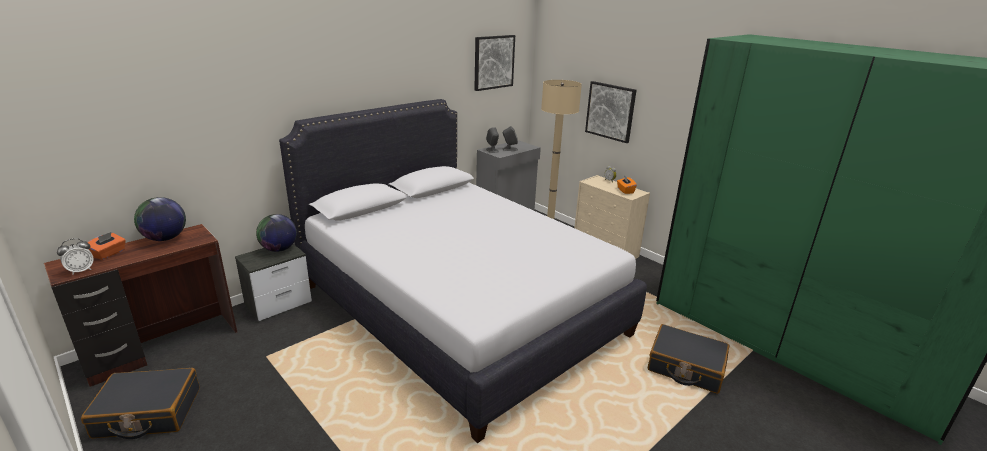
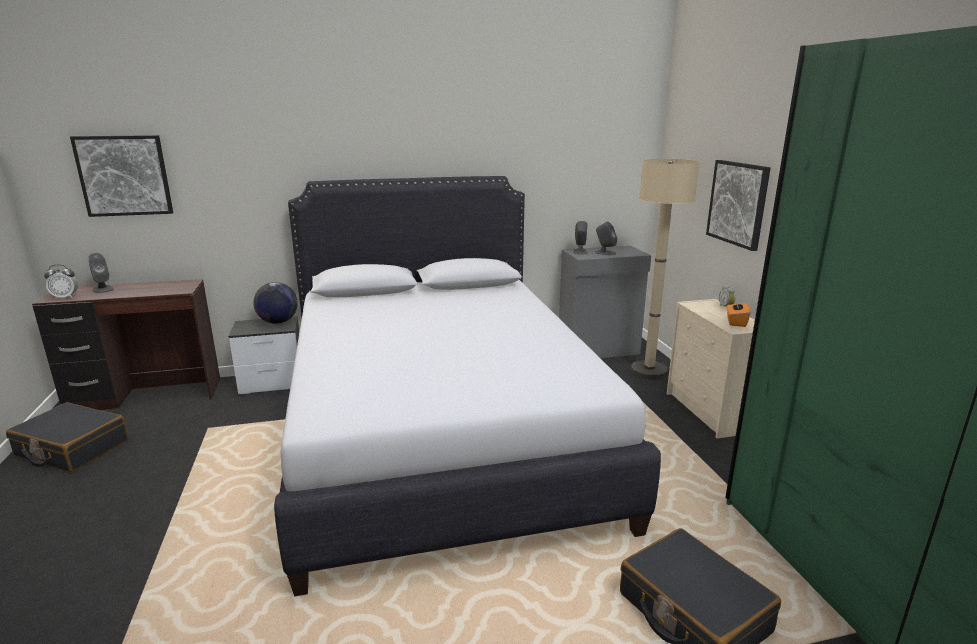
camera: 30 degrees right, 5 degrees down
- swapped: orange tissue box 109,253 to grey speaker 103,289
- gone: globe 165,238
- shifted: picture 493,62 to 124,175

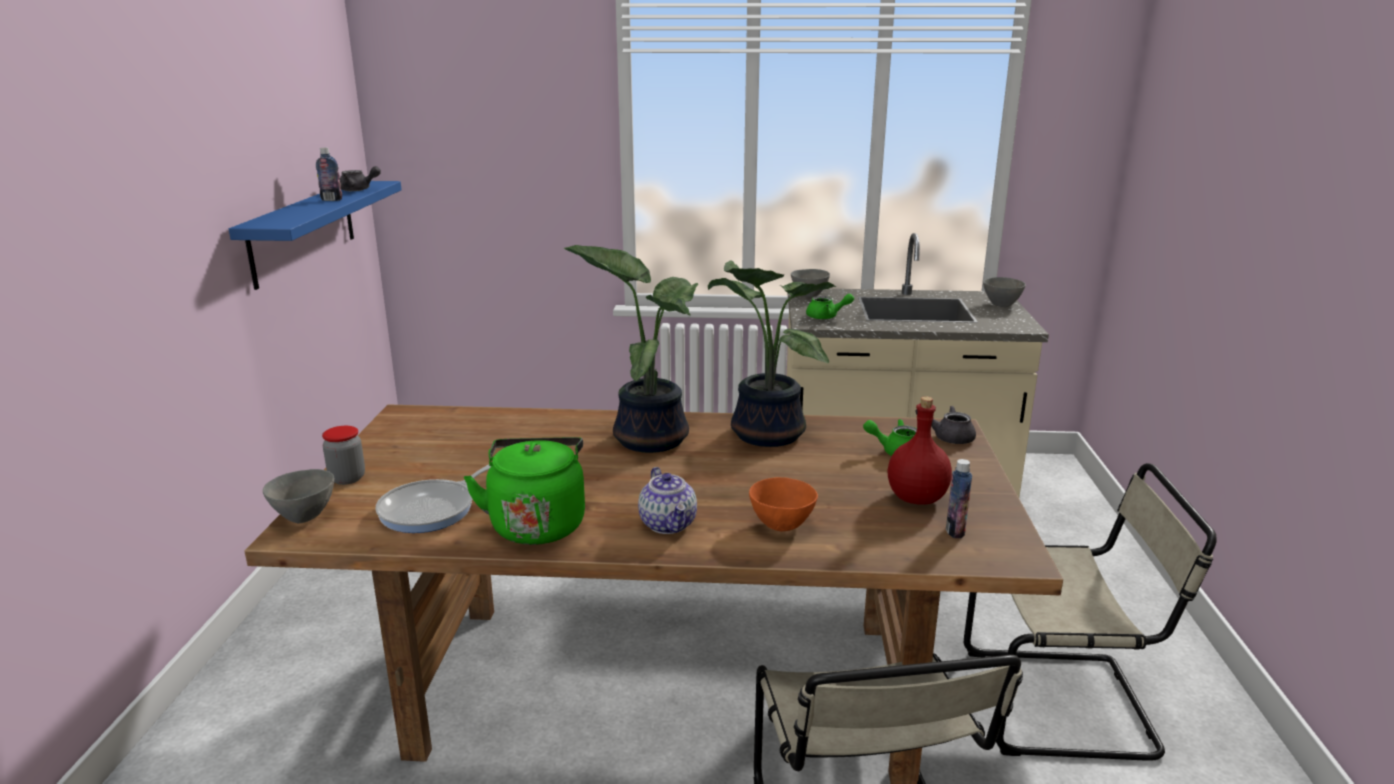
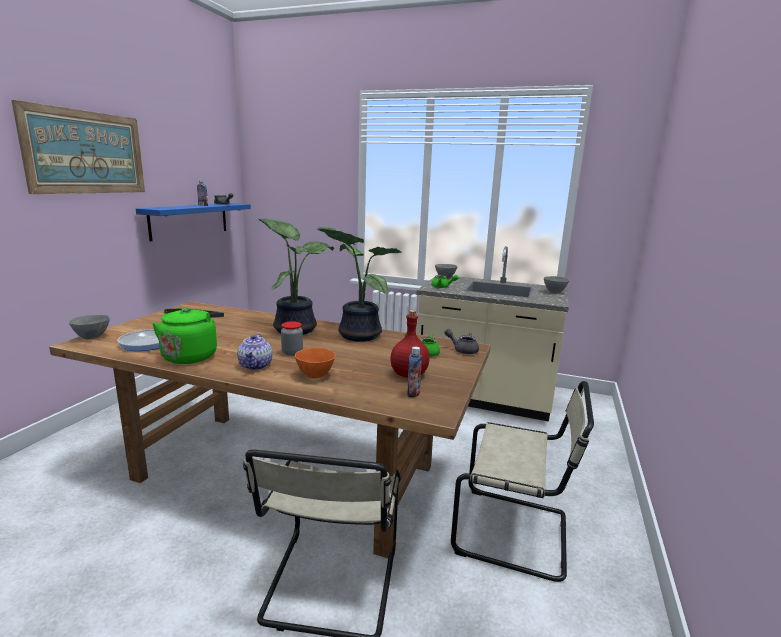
camera: 15 degrees right, 5 degrees down
- shifted: jar 347,478 to 292,352
- new: picture 86,152

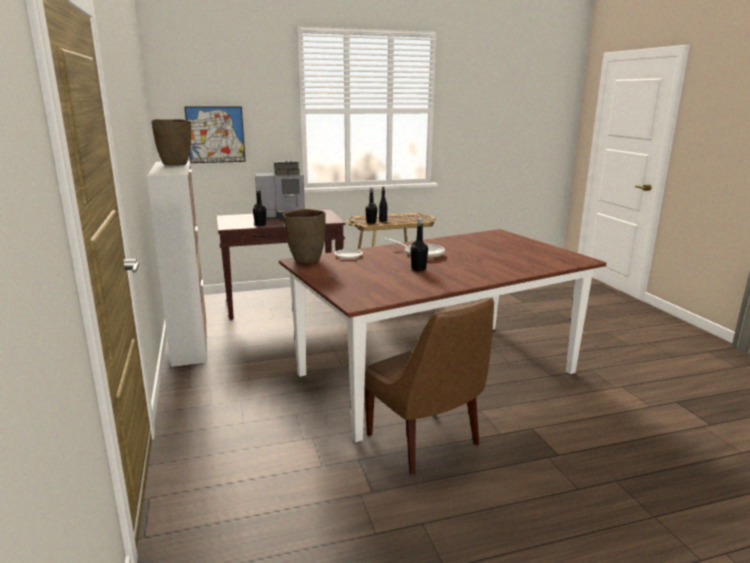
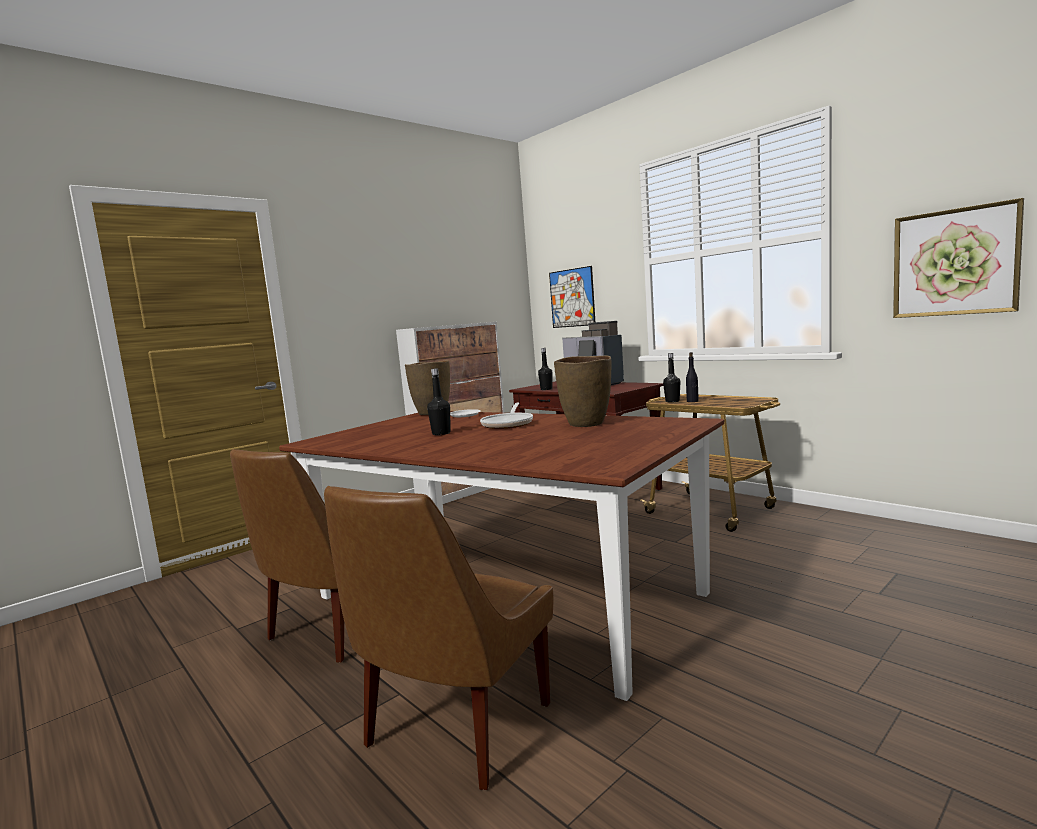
camera: 65 degrees right, 10 degrees down
- shifted: brown vase 176,164 to 586,424
- new: brown chair 454,729
- new: picture 954,262

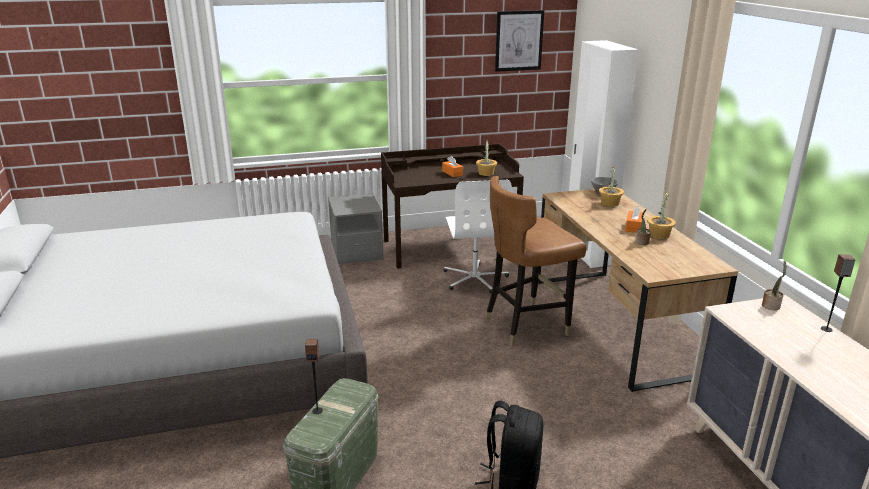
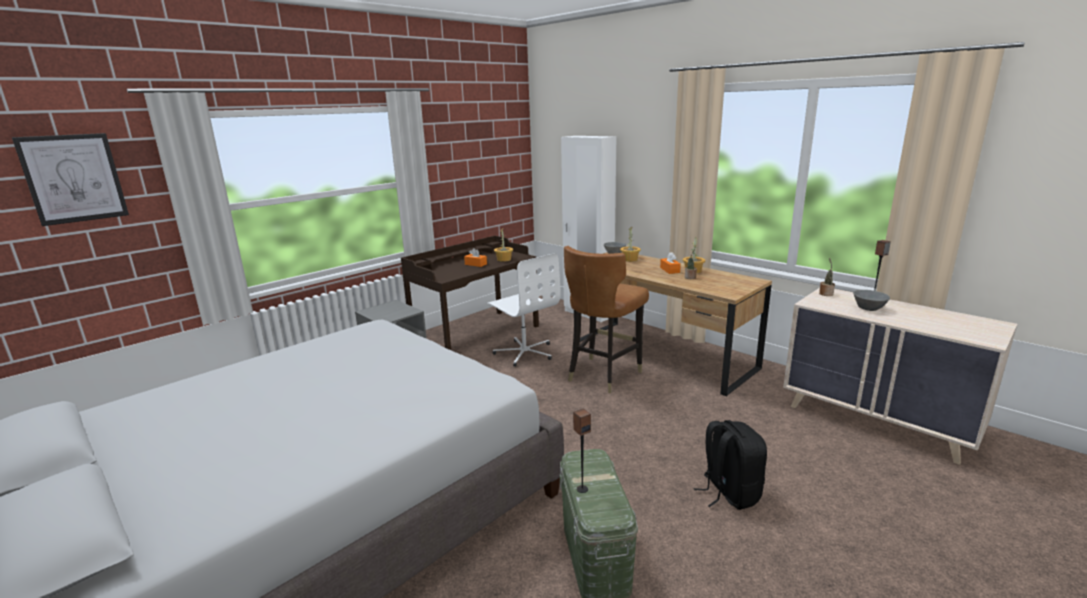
camera: 30 degrees left, 5 degrees down
- shifted: picture 519,40 to 74,178
- new: grey bowl 869,309

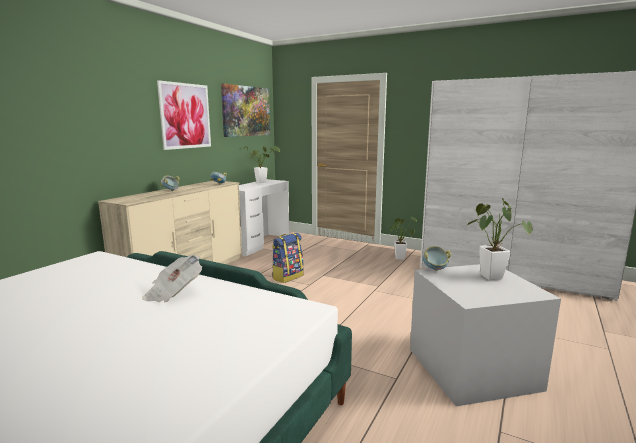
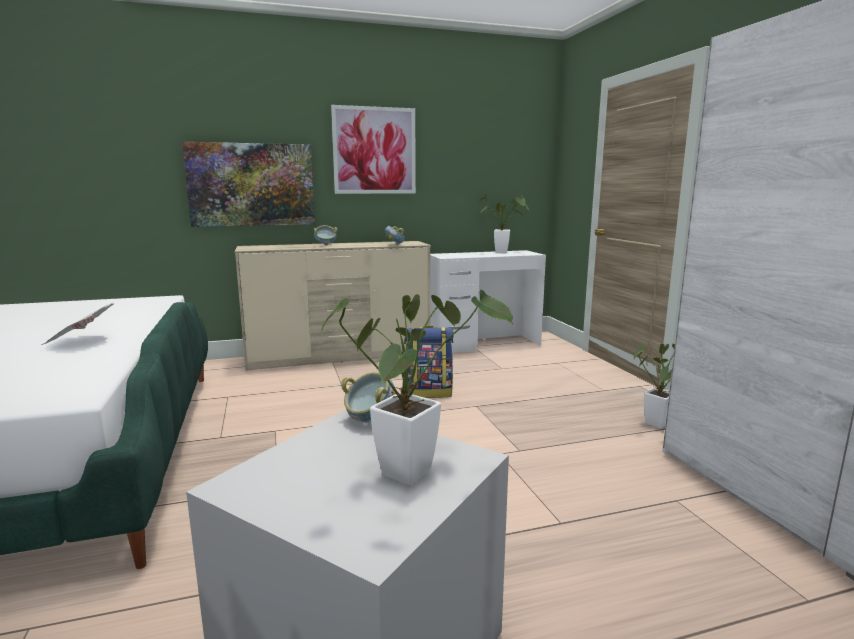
camera: 45 degrees right, 0 degrees up
- shifted: picture 246,111 to 251,185

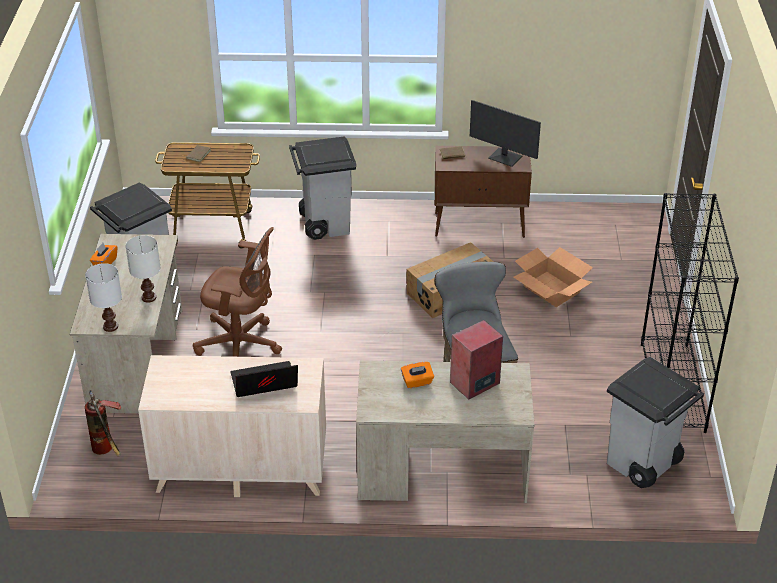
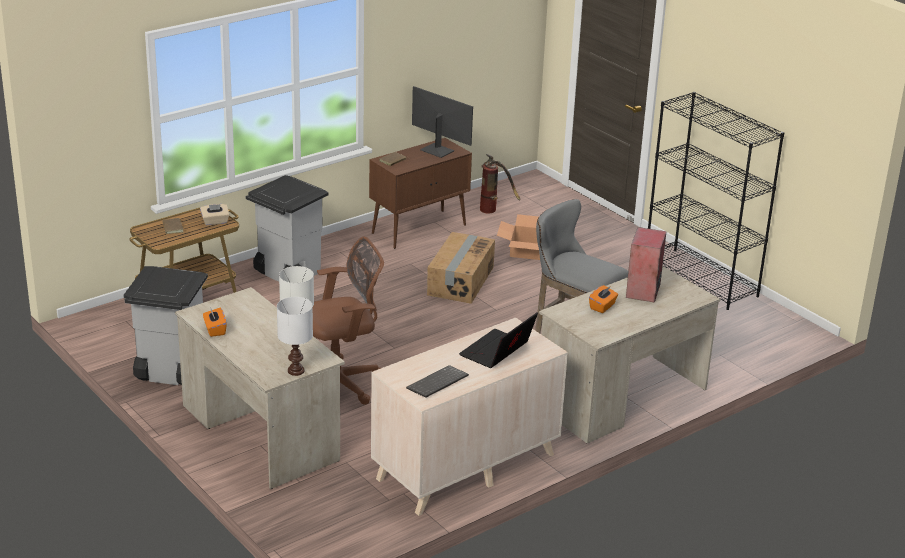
camera: 40 degrees left, 10 degrees down
- shifted: fire extinguisher 108,451 to 494,209
- rotated: monitor 505,158 = 437,150 135 degrees counterclockwise
- gone: grey trash can 643,464
- new: beige tissue box 215,222
- new: keyboard 437,384

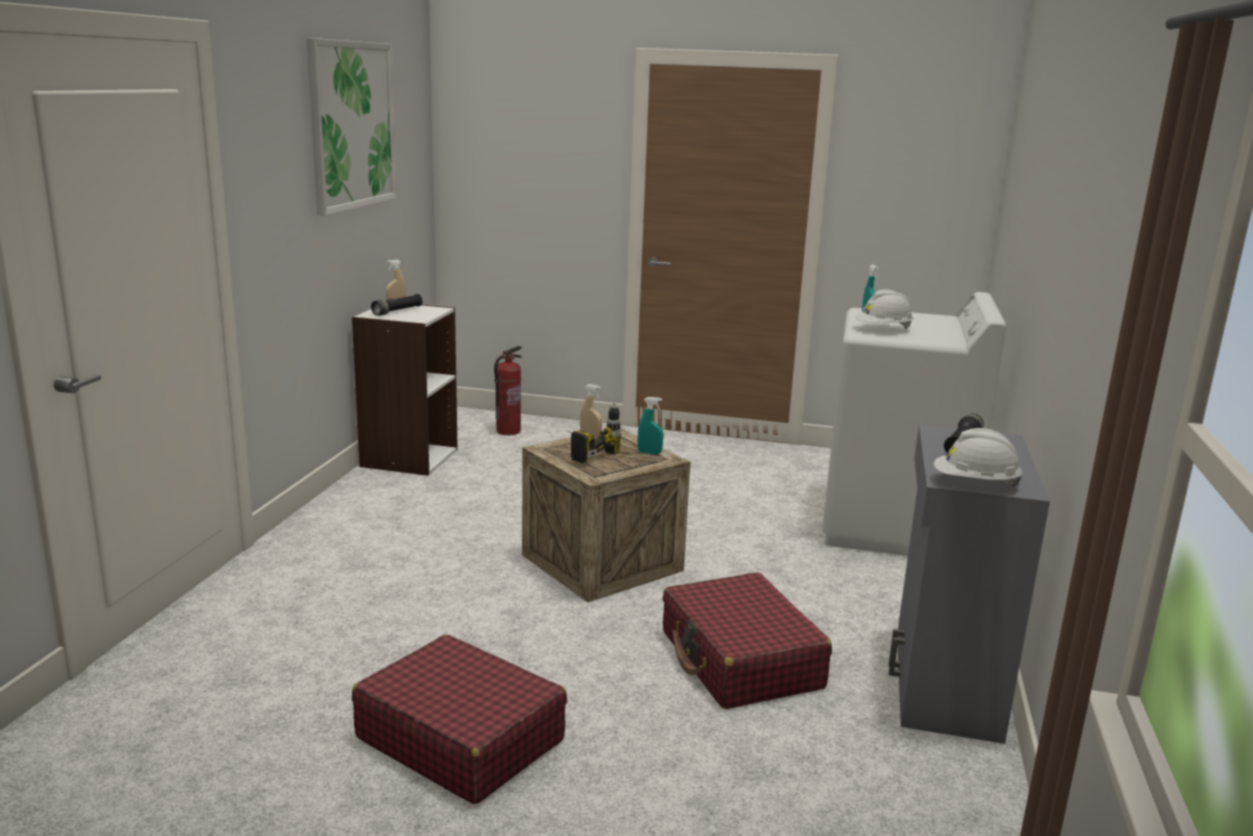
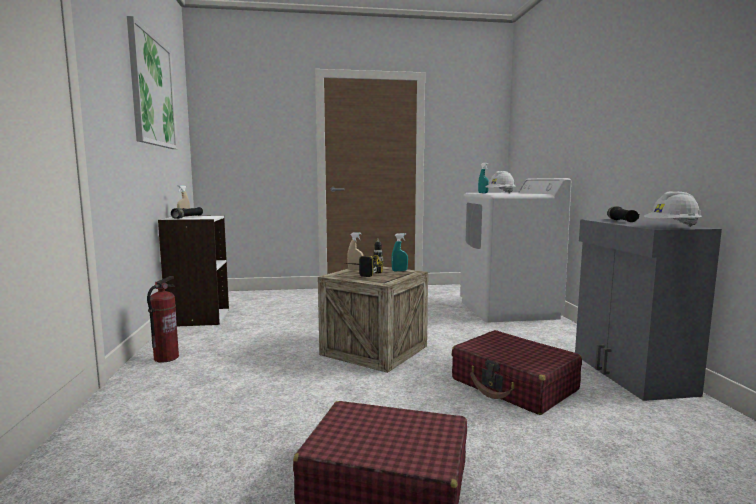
camera: 20 degrees left, 10 degrees down
- shifted: fire extinguisher 508,431 to 166,358

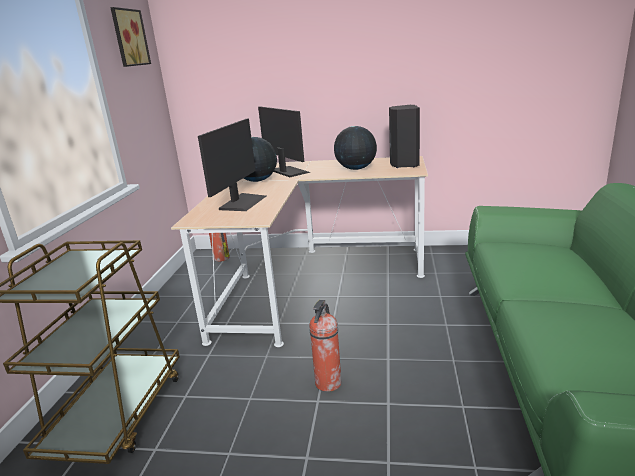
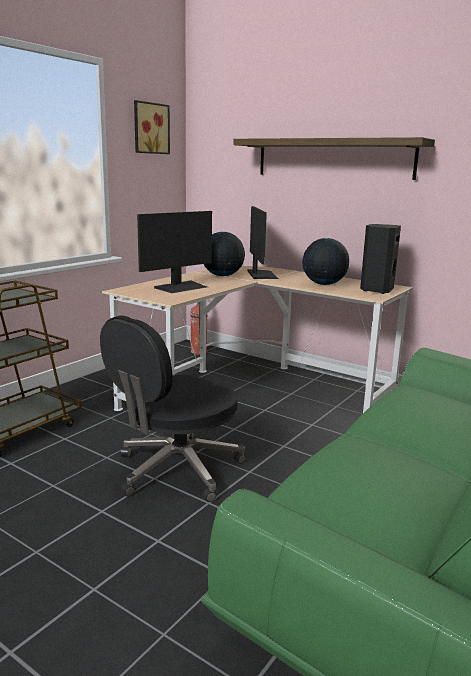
camera: 25 degrees right, 5 degrees down
- swapped: fire extinguisher 328,383 to black office chair 176,470
- new: shelf 333,158

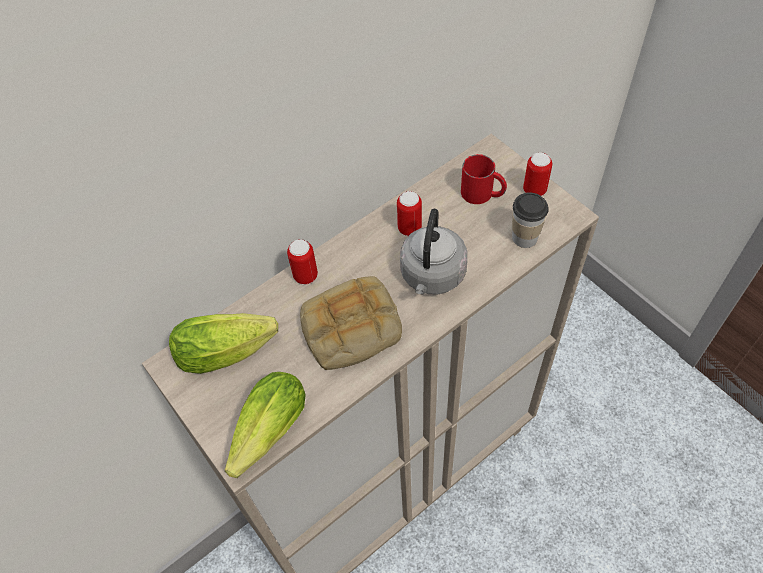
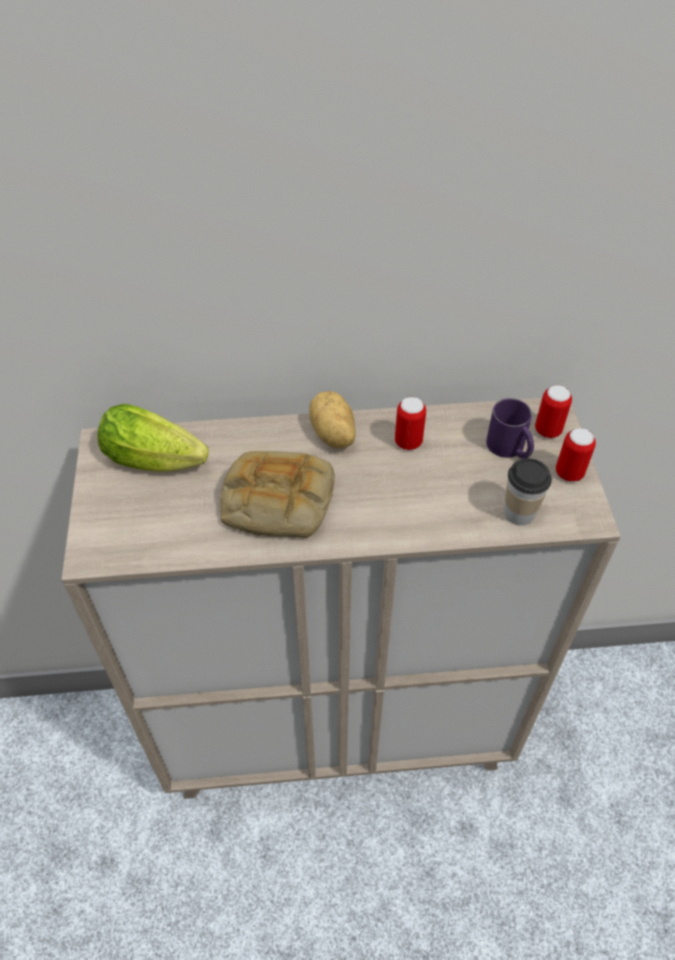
camera: 30 degrees right, 5 degrees down
- gone: lettuce 266,436
- shifted: can 305,276 to 547,430
- gone: grey kettle 432,276
- repainted: red mug 483,194 to purple mug 510,448
- new: potato 332,435

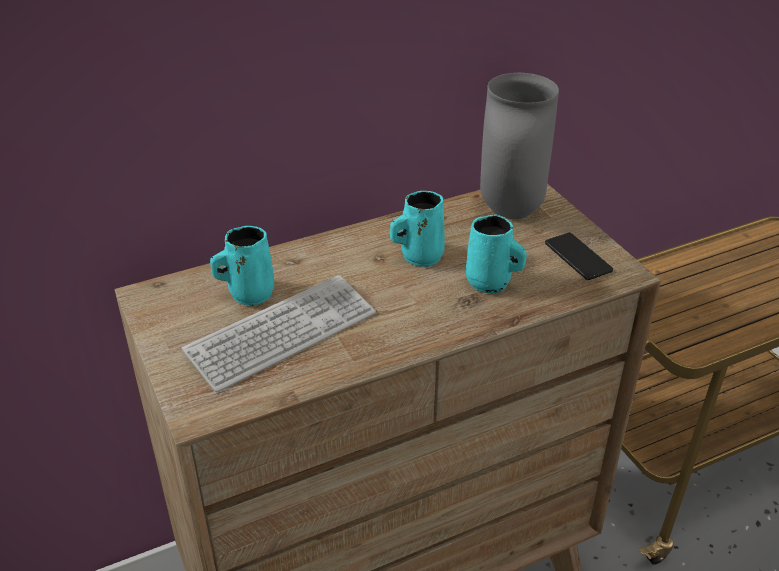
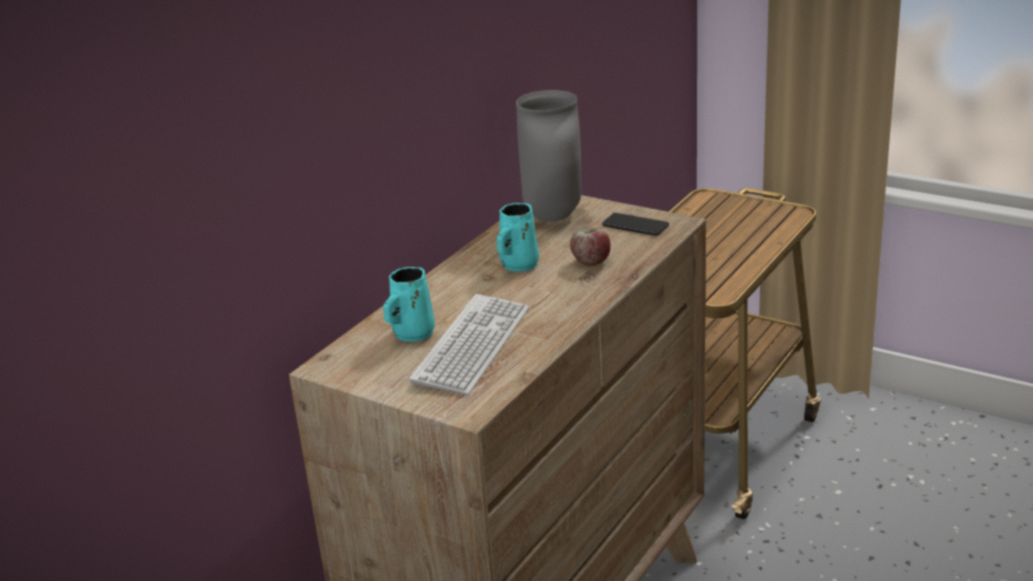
camera: 30 degrees left, 10 degrees down
- swapped: turquoise mug 490,283 to apple 591,261

